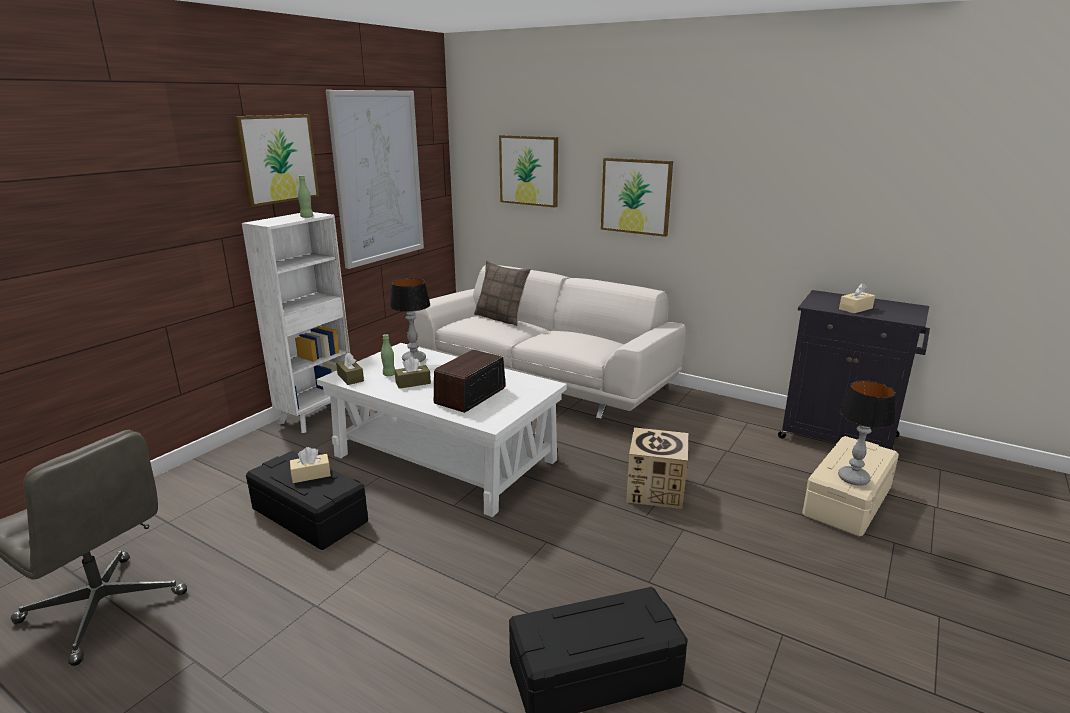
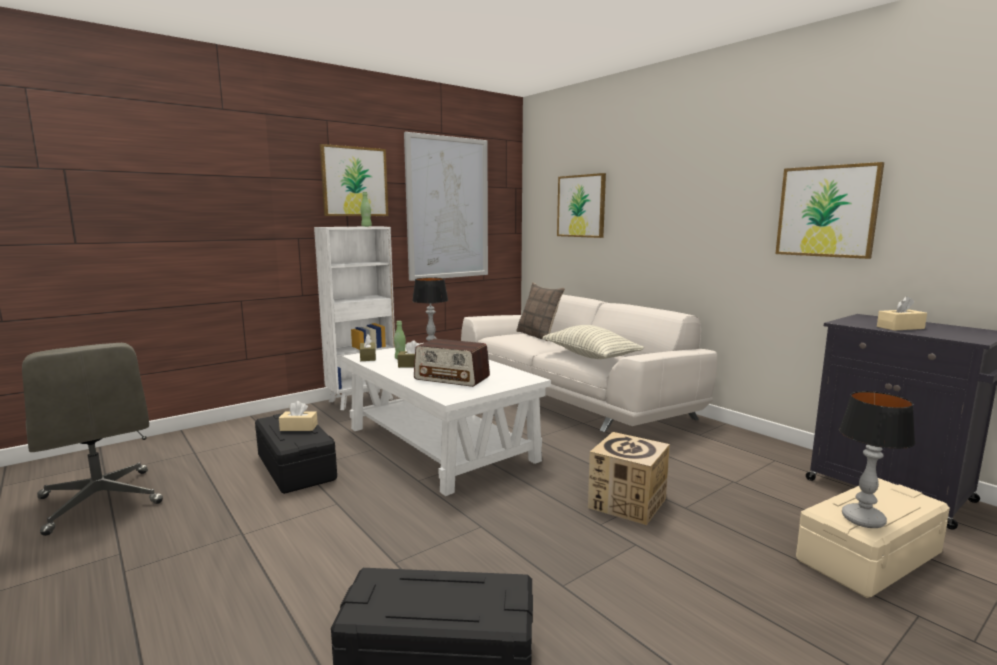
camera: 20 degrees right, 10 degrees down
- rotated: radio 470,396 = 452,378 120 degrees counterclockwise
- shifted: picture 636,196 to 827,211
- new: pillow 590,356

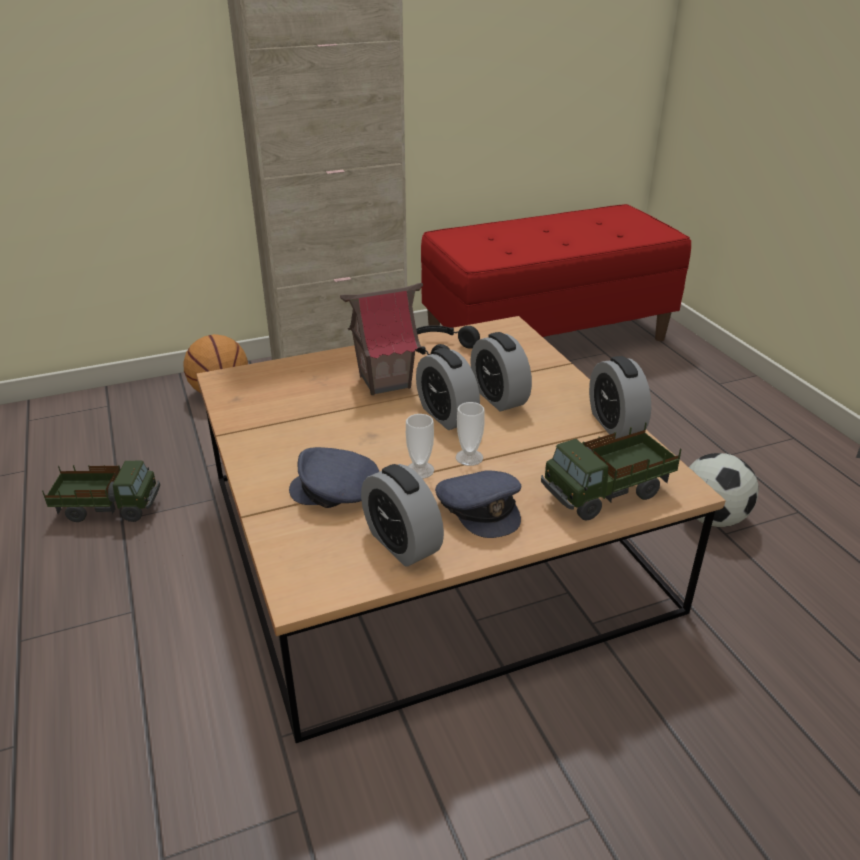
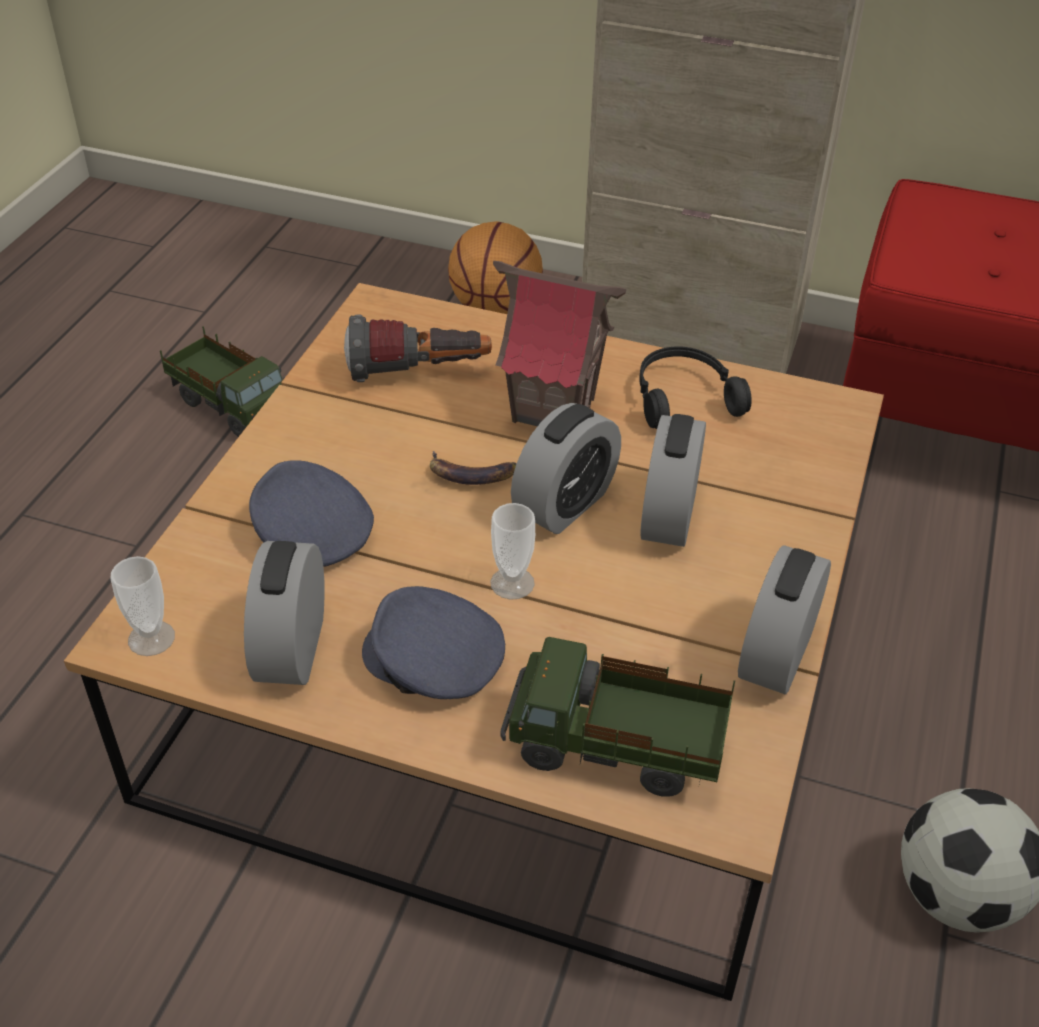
camera: 40 degrees right, 10 degrees up
- shifted: cup 420,470 to 151,638
- rotated: alarm clock 446,415 = 565,504 150 degrees counterclockwise
- rotated: grey cap 480,508 = 432,662 105 degrees clockwise
- new: flashlight 419,373
- new: banana 471,474

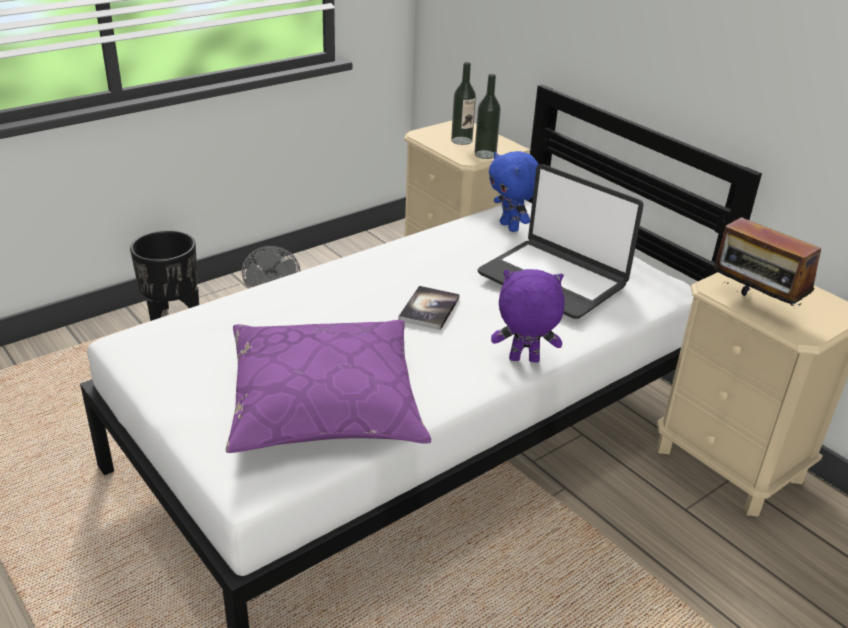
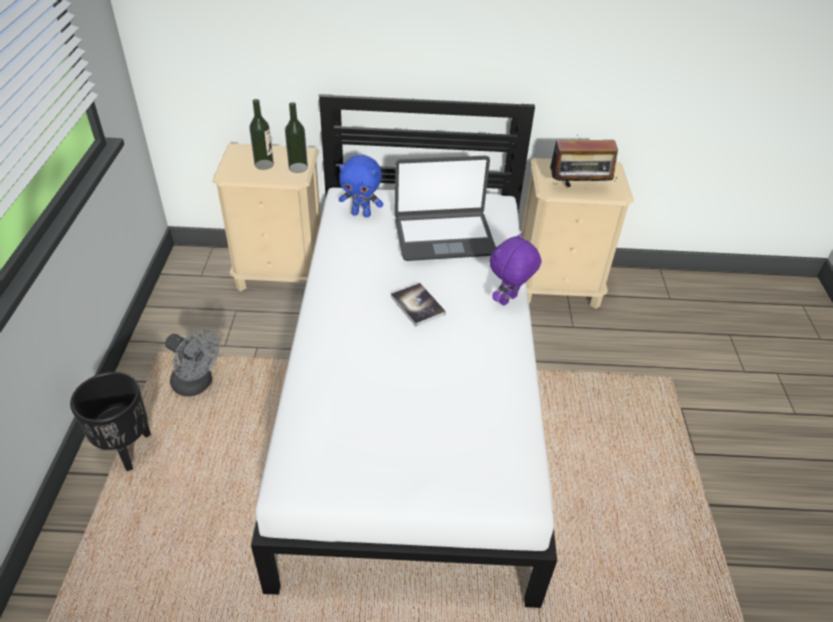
camera: 50 degrees left, 10 degrees up
- gone: purple pillow 325,403

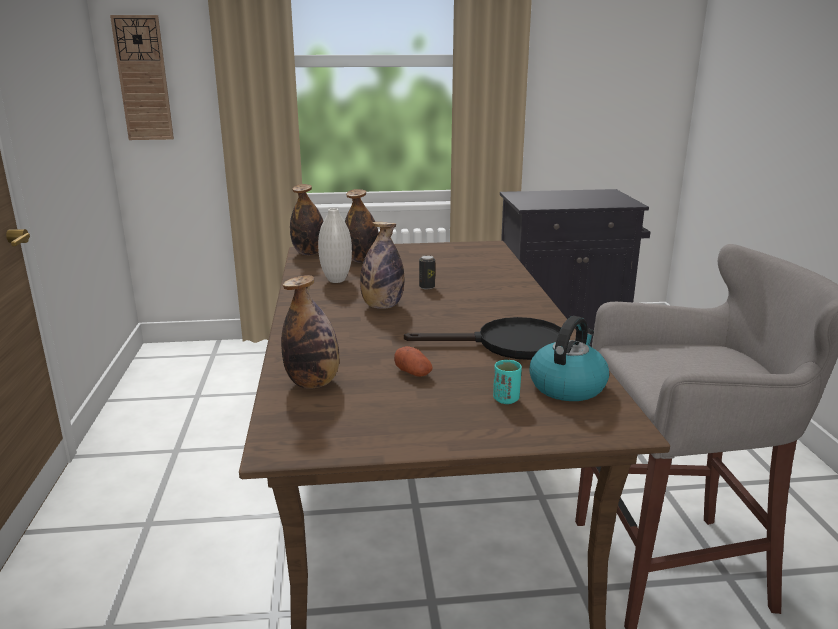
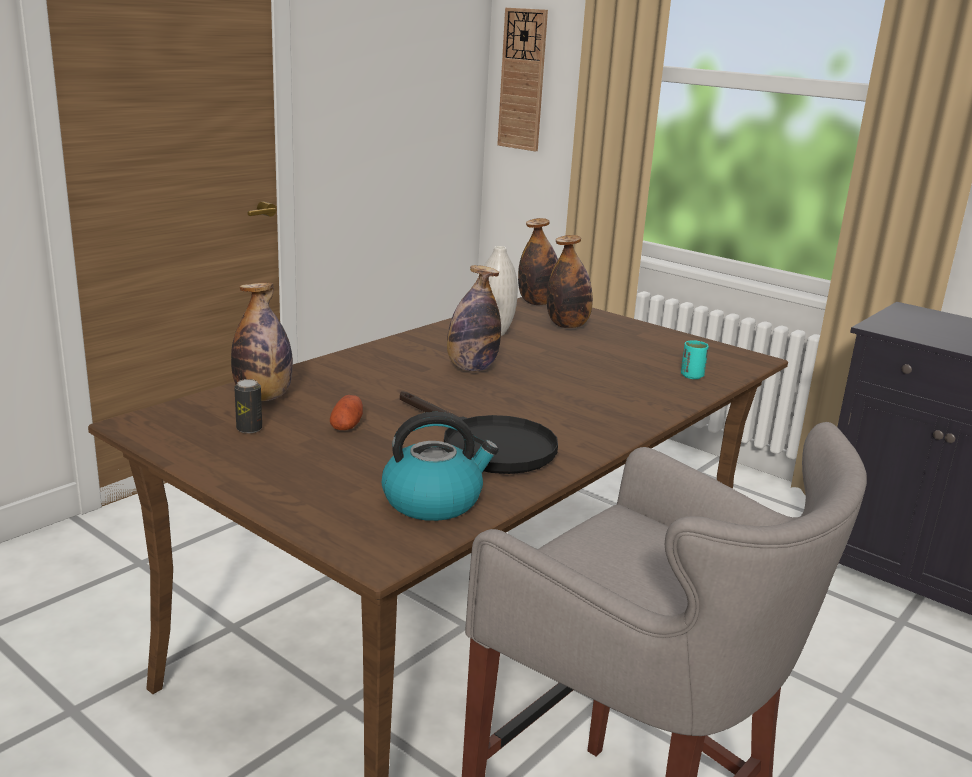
camera: 45 degrees right, 0 degrees up
- shifted: can 427,287 to 249,429
- shifted: turquoise cup 506,399 to 692,376

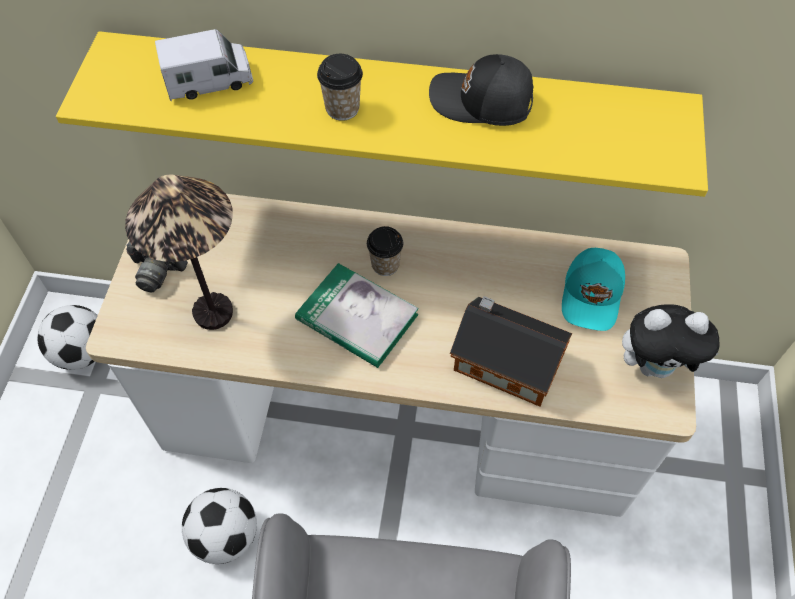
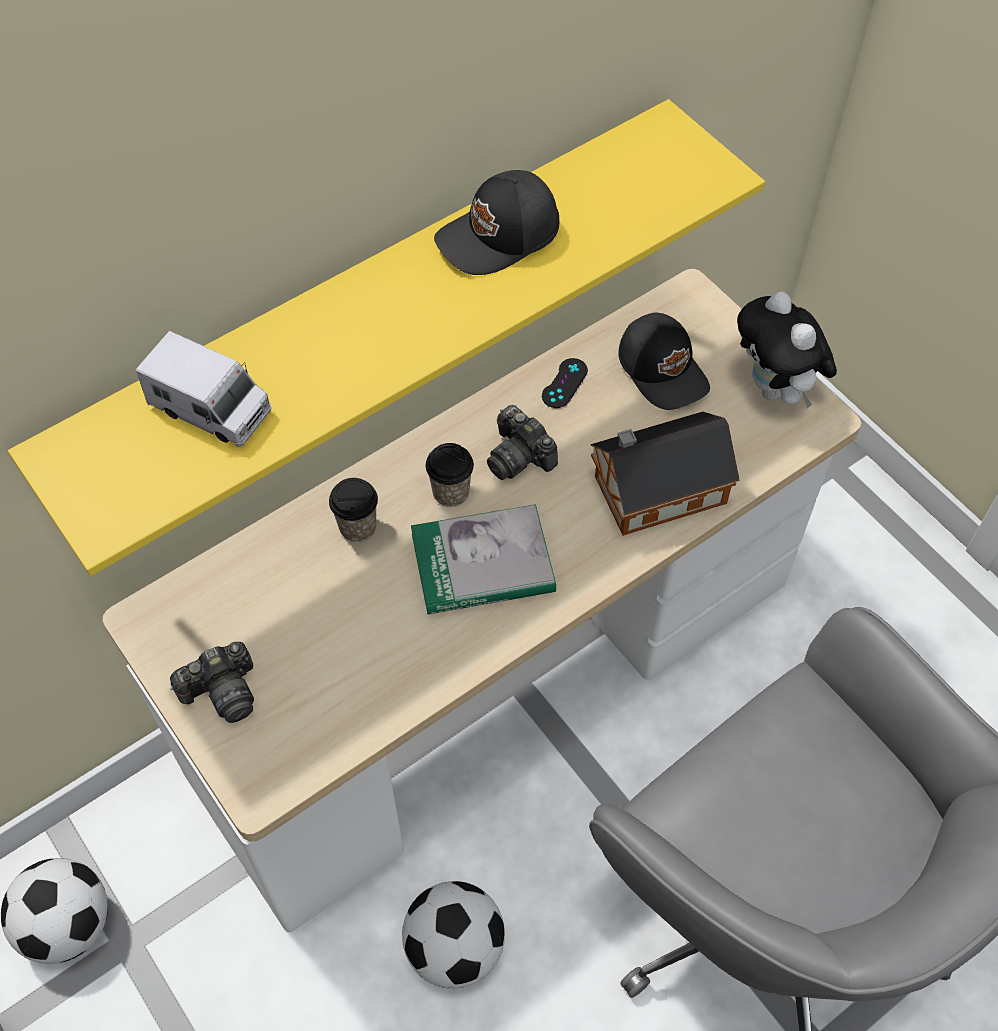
camera: 45 degrees left, 0 degrees up
- gone: table lamp 214,312
- rotated: toy truck 209,81 = 211,409 90 degrees clockwise
- shifted: cup 342,108 to 357,527
- repainted: turquoise cap 593,295 to black cap 663,369
- rotated: plush toy 655,365 = 776,390 105 degrees clockwise
- new: photo camera 519,456
- new: black game controller 564,383

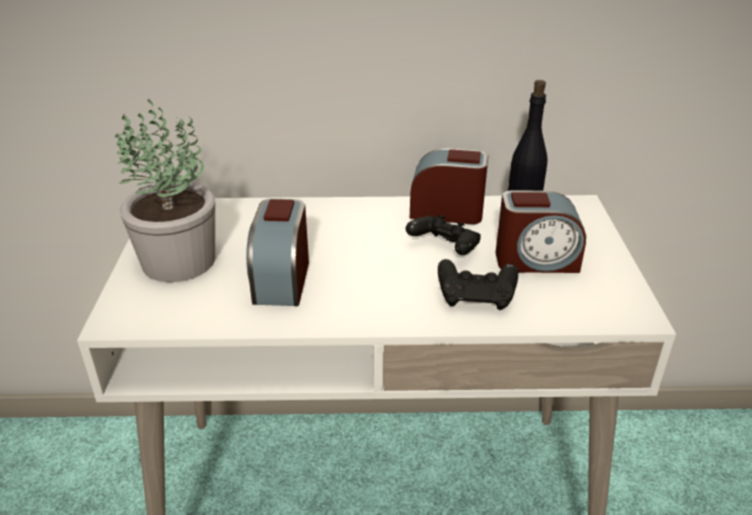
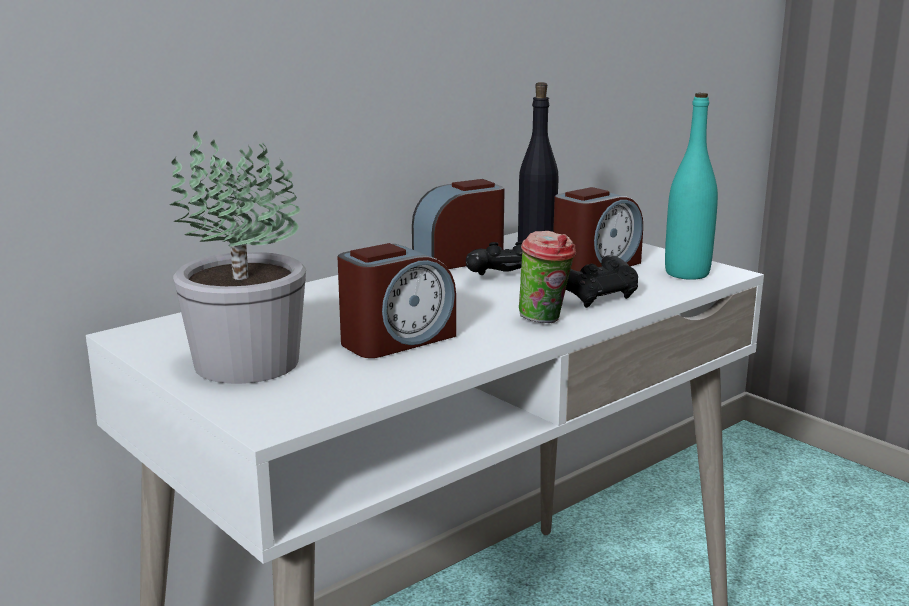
camera: 40 degrees left, 15 degrees down
- rotated: alarm clock 281,280 = 397,340 90 degrees counterclockwise
- new: cup 545,320
- new: turquoise bottle 687,273

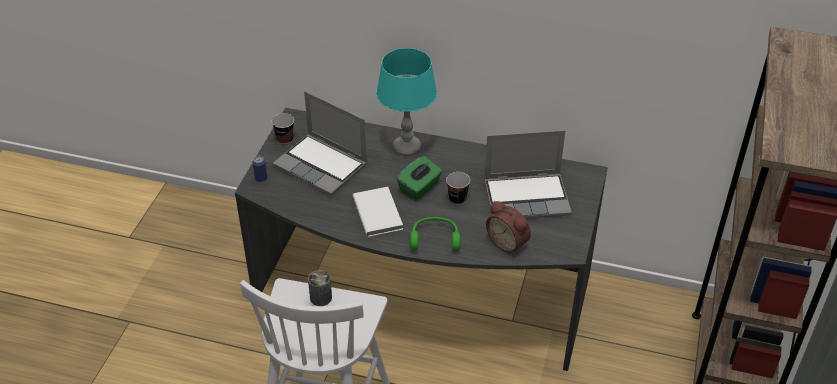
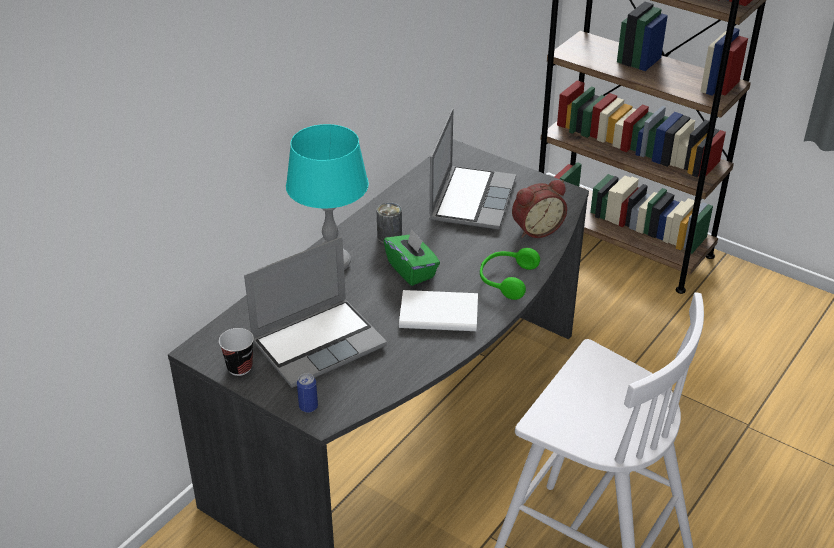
camera: 70 degrees left, 5 degrees down
- shifted: can 321,297 to 389,236
- gone: cup 457,199

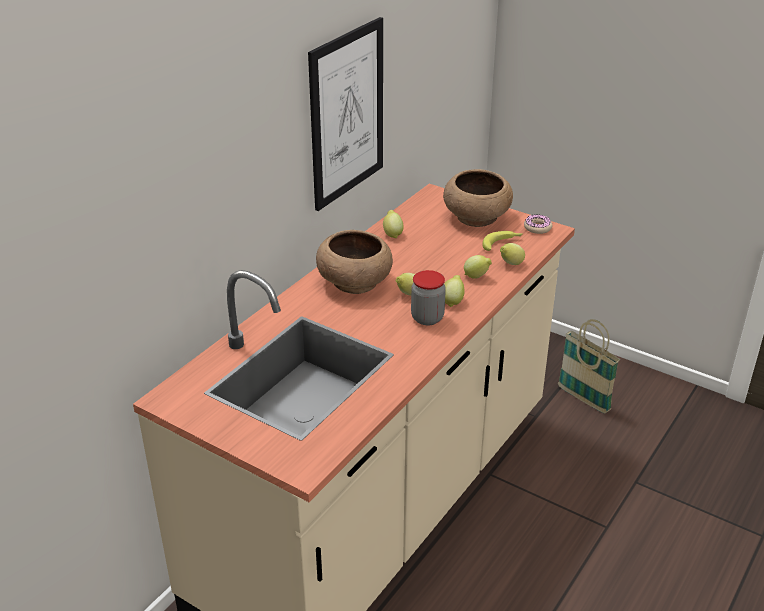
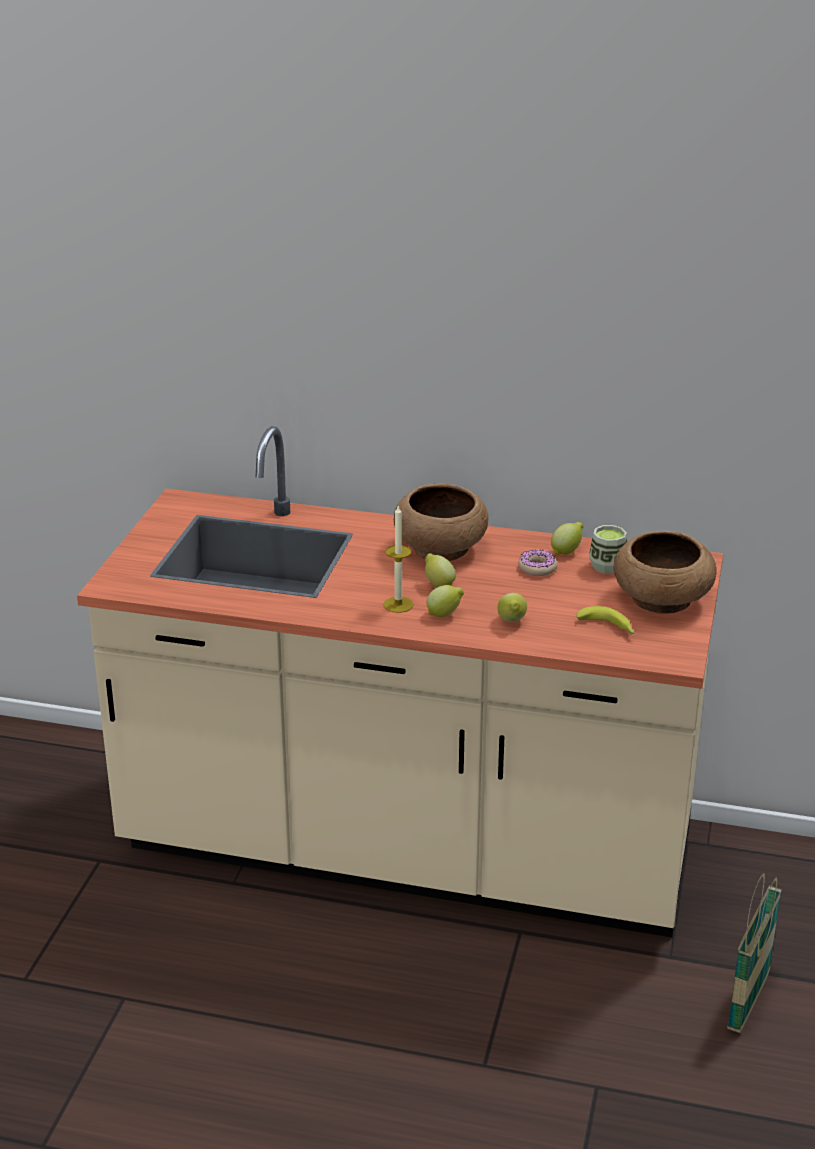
camera: 70 degrees right, 5 degrees down
- gone: picture 347,114
- swapped: jar 427,318 to candle 398,604
- gone: lemon 510,264
- shifted: donut 537,228 to 537,568
- new: cup 607,566

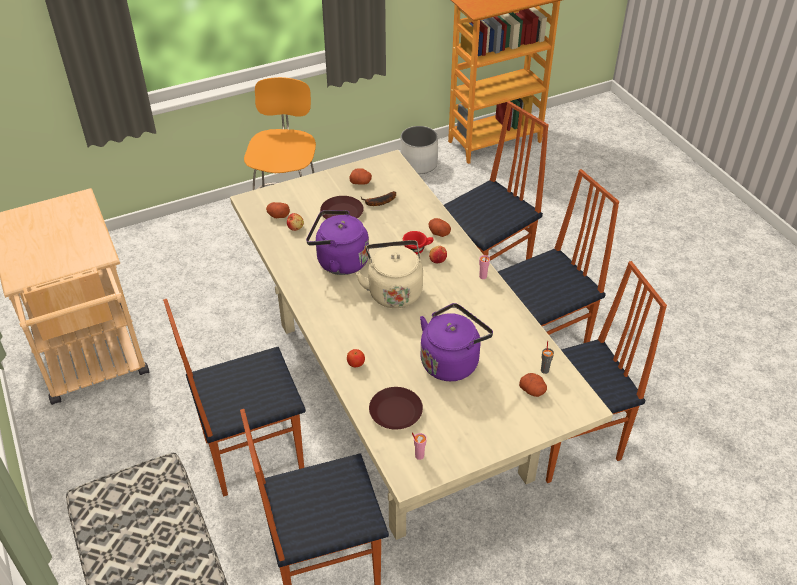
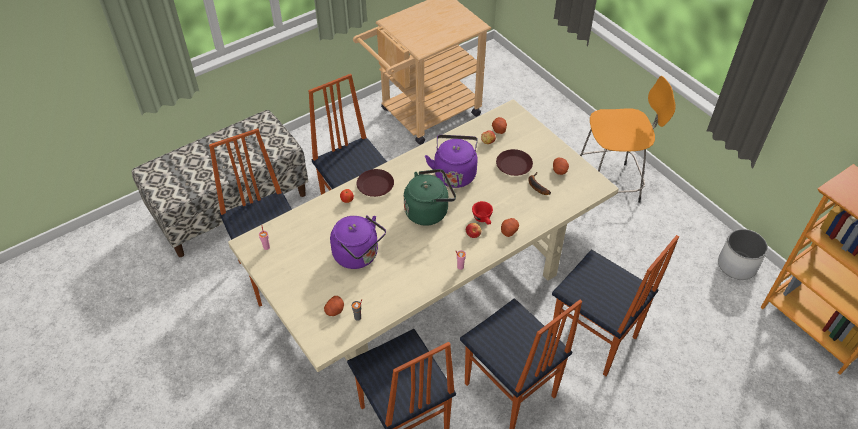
camera: 80 degrees right, 5 degrees up
- repainted: beige kettle 394,291 to green kettle 429,211
- shifted: brown plate 396,411 to 376,186

